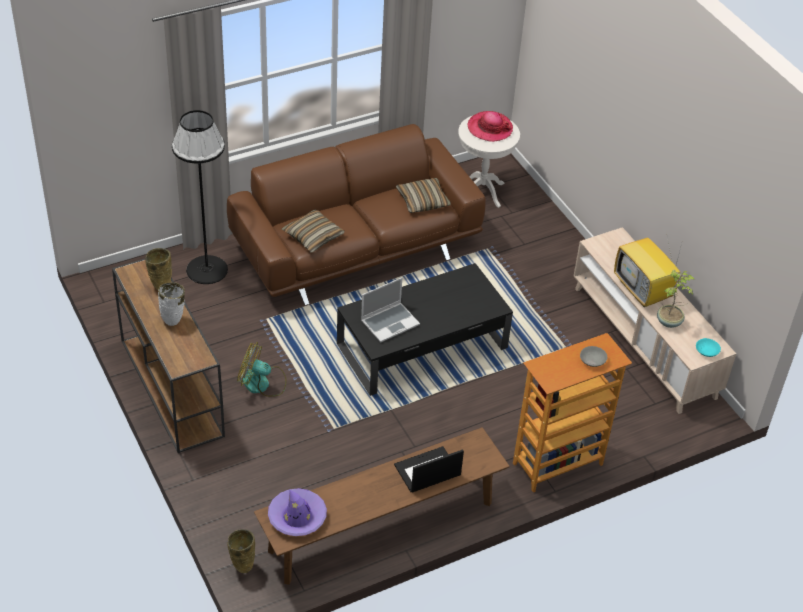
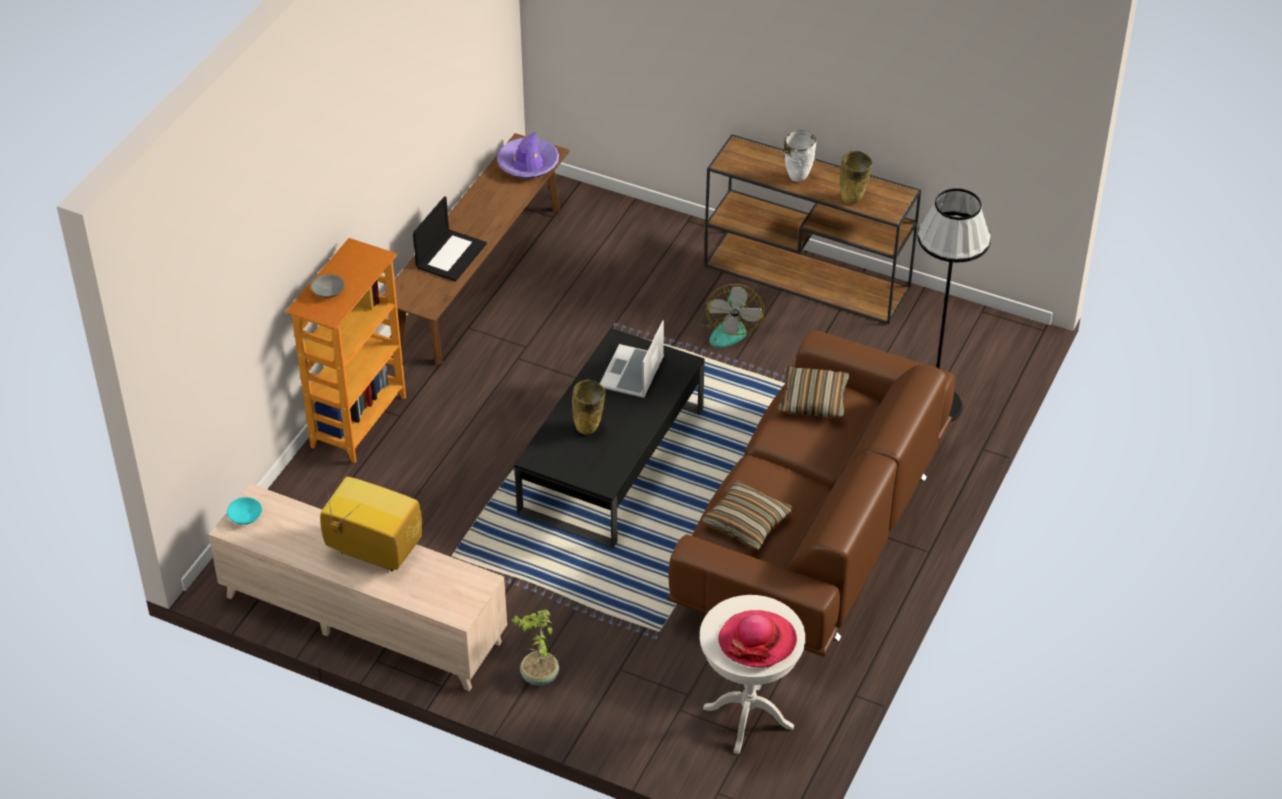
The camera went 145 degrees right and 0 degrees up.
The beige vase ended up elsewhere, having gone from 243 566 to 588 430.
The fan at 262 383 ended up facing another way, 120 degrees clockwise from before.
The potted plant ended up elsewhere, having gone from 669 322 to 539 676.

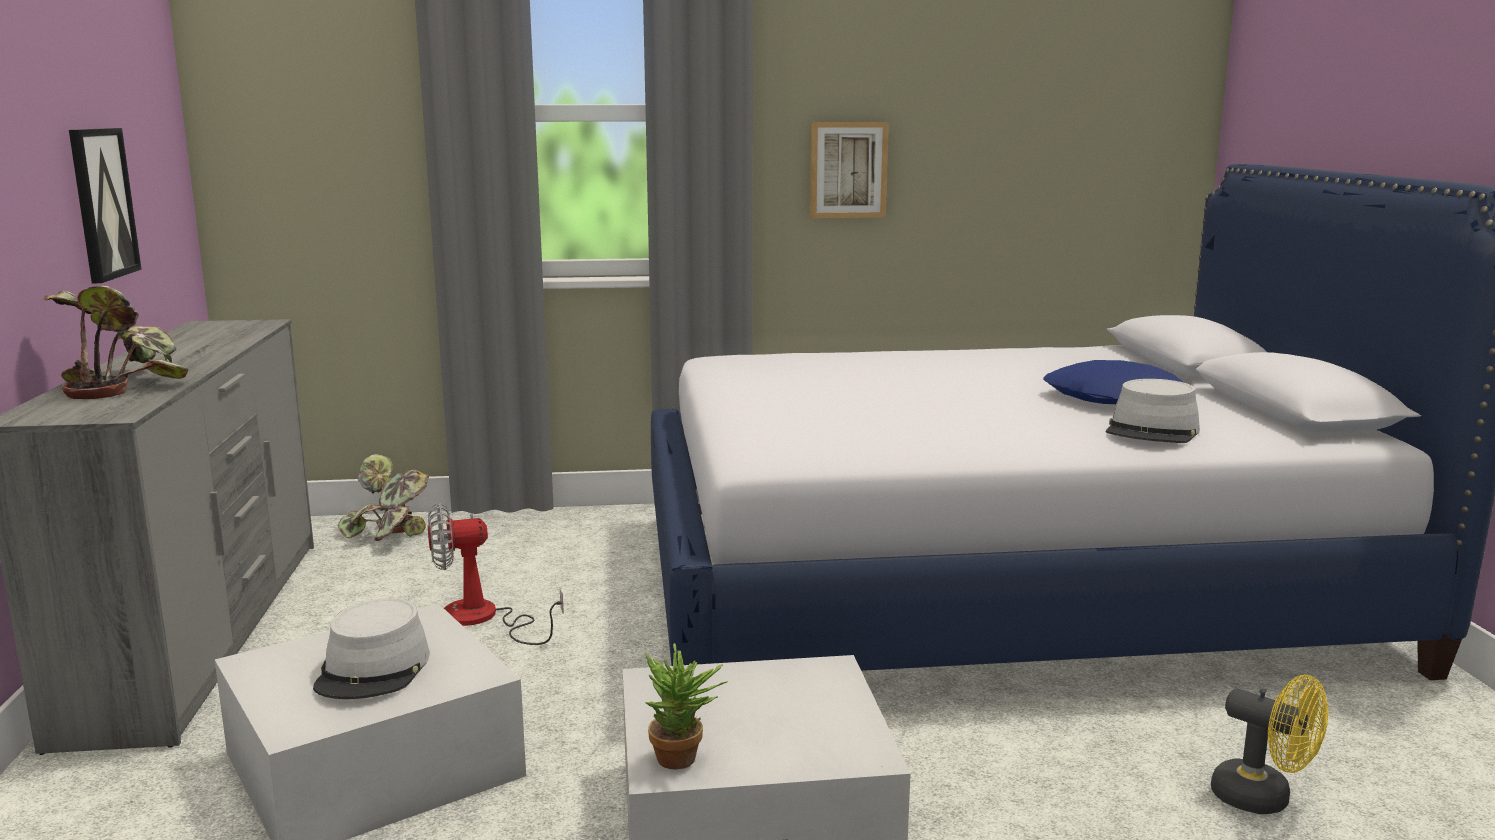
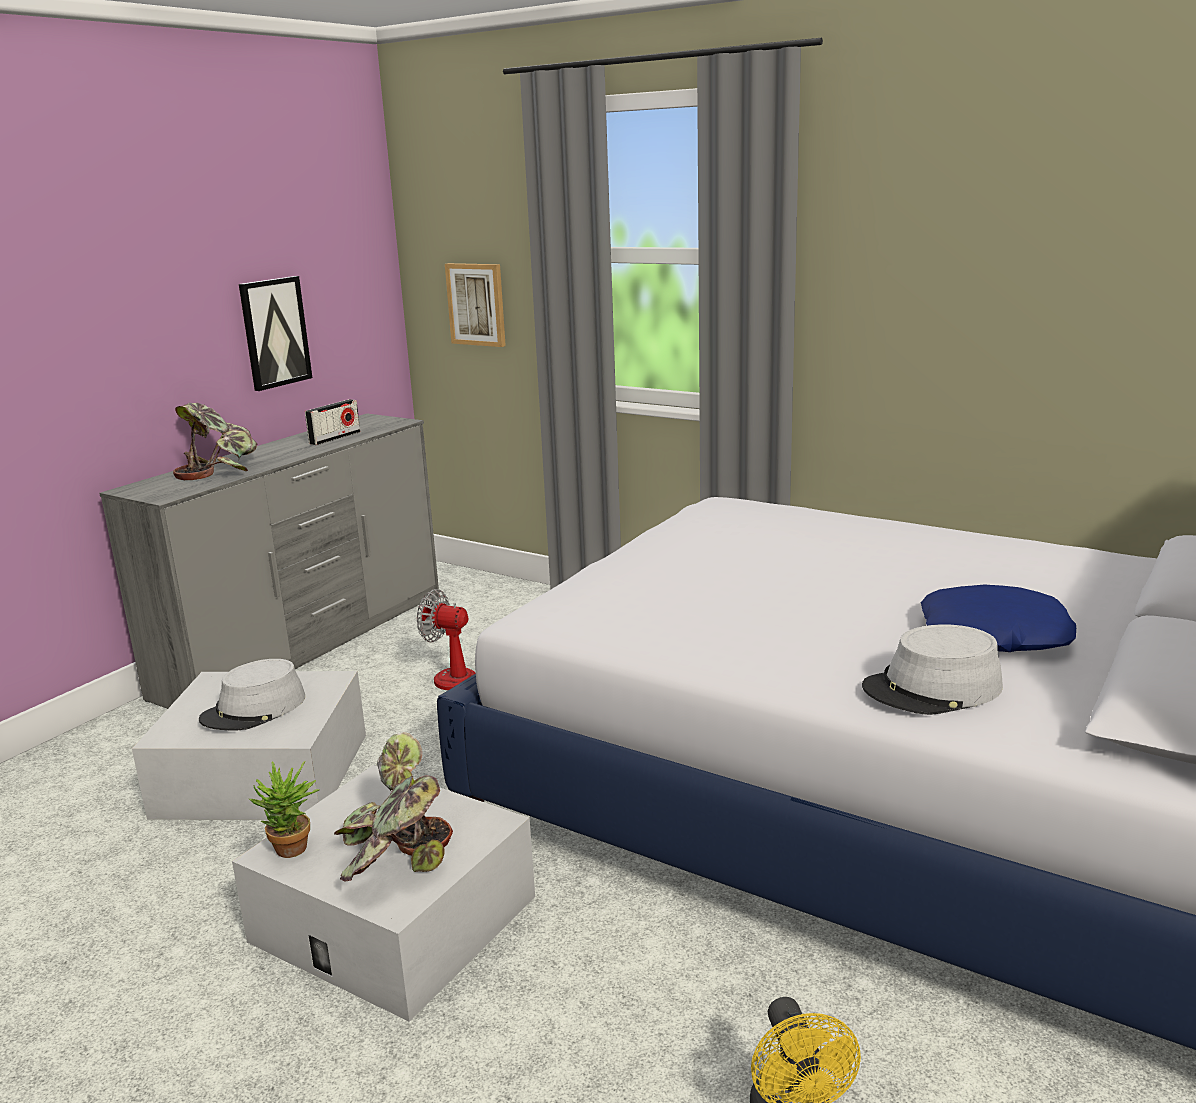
The camera went 40 degrees right and 5 degrees up.
The potted plant ended up elsewhere, having gone from 389 536 to 394 860.
The picture ended up elsewhere, having gone from 848 170 to 477 304.
The second view gained the radio at 335 438.

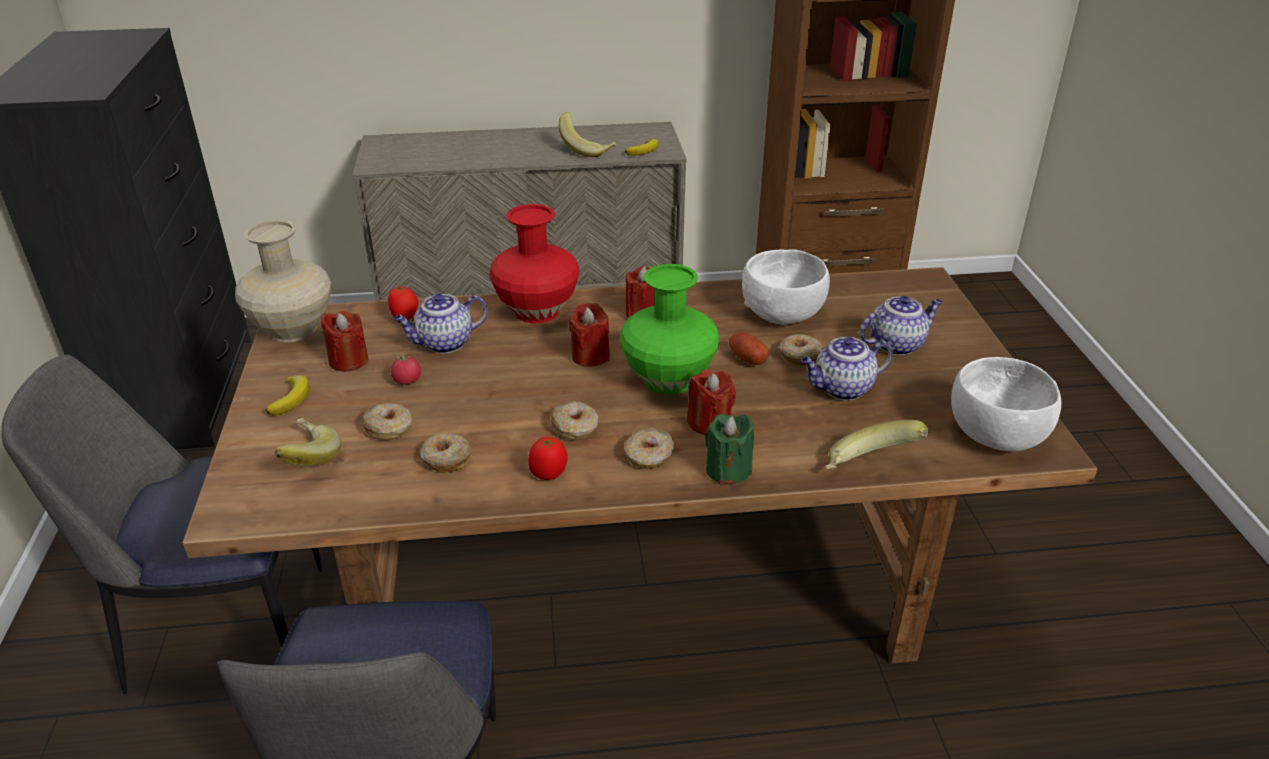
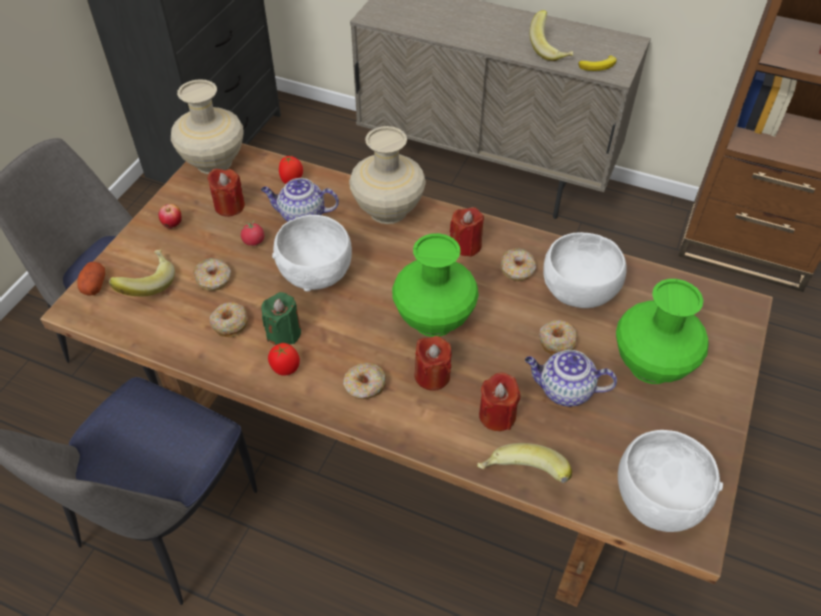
The camera went 30 degrees right and 15 degrees up.
Where the banana stood at 291 398, the apple came to stand at 173 225.
What was the red vase at 535 311 turned into the beige vase at 387 210.
The donut ended up elsewhere, having gone from 575 427 to 517 269.
The red candle ended up elsewhere, having gone from 590 356 to 497 415.
The green candle ended up elsewhere, having gone from 728 470 to 284 333.
The potato ended up elsewhere, having gone from 747 358 to 94 285.
Where the teapot stood at 896 344, the green vase came to stand at 651 365.
The second view gained the white bowl at 315 272.

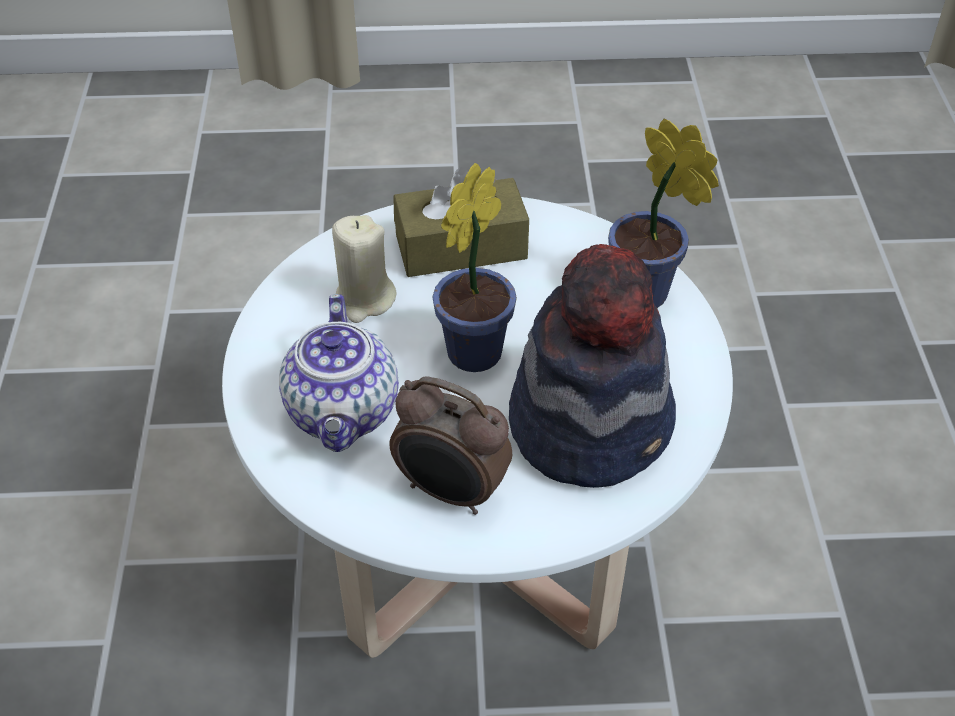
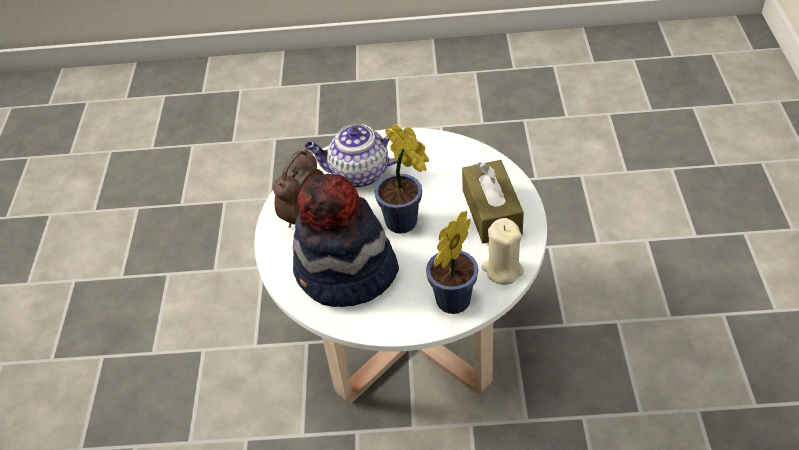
The camera went 95 degrees right and 0 degrees up.
The beige candle ended up elsewhere, having gone from 363 300 to 502 270.

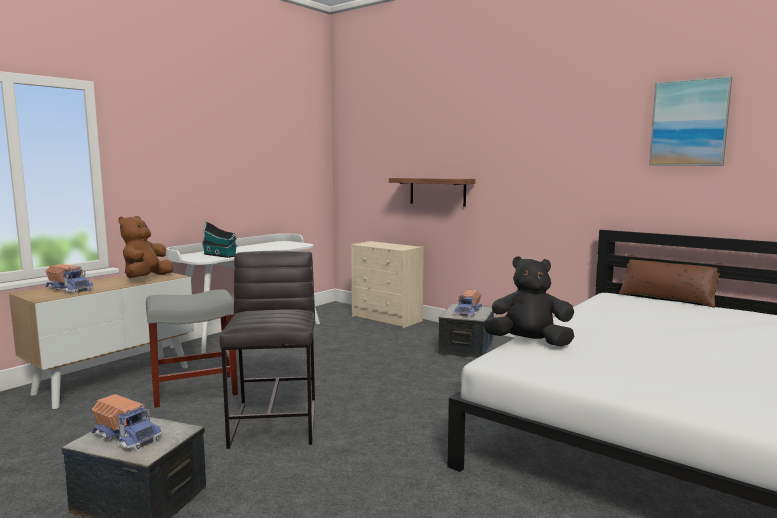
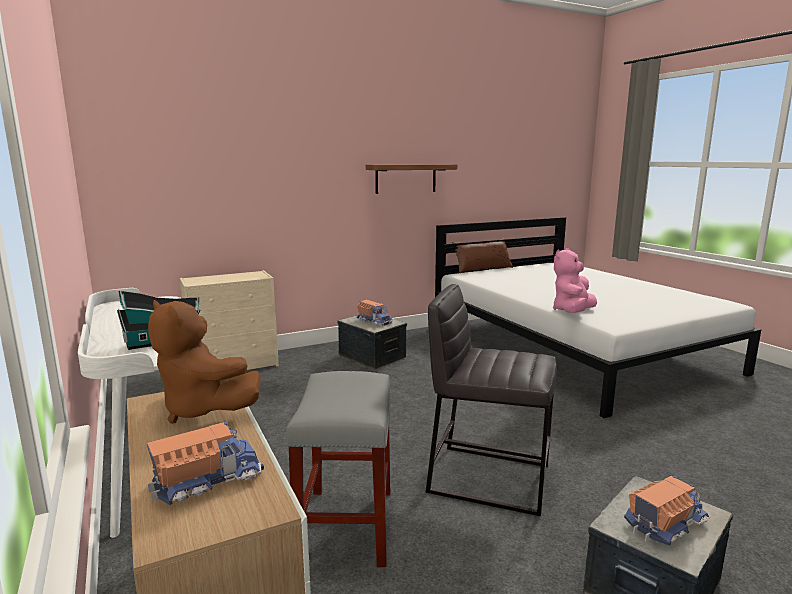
The camera went 65 degrees left and 5 degrees up.
The shelf ended up elsewhere, having gone from 437 191 to 406 178.
What was the black plush toy at 529 343 turned into the pink plush toy at 572 312.
The second view lost the picture at 689 123.

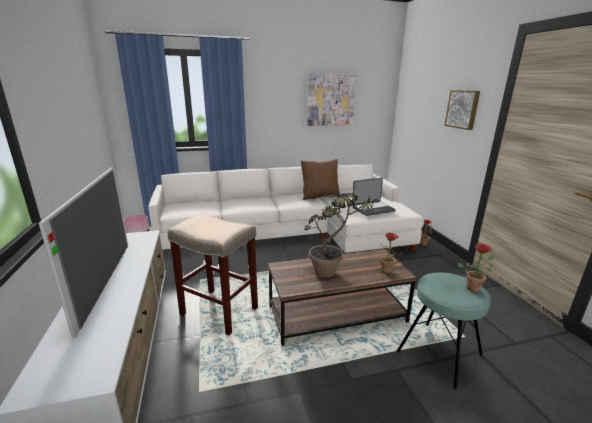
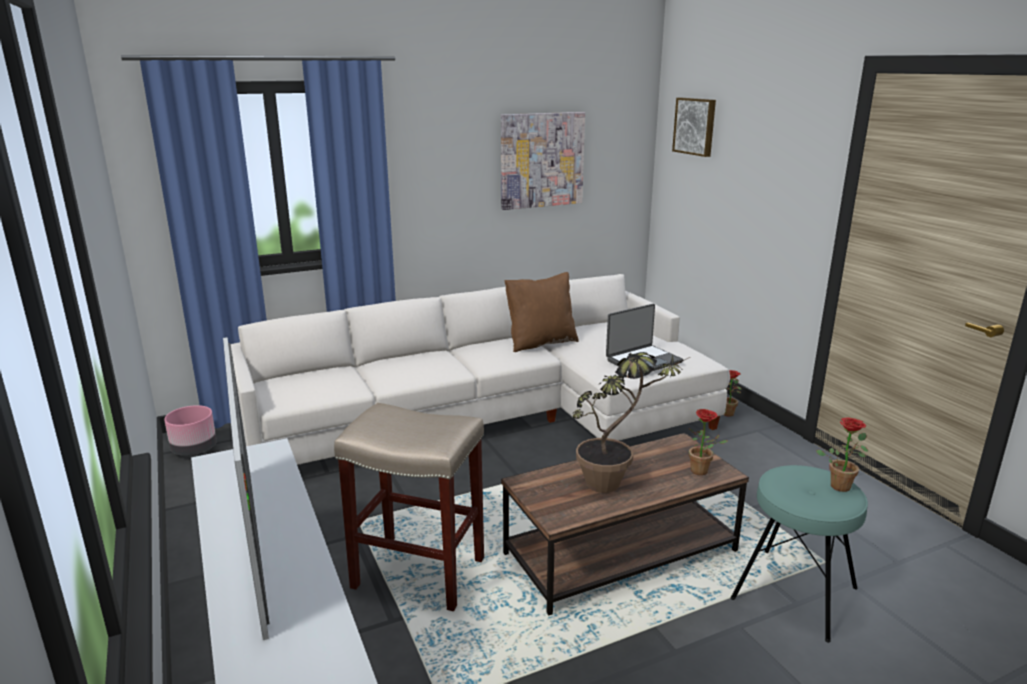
The camera went 10 degrees left and 0 degrees up.
The picture ended up elsewhere, having gone from 462 109 to 695 126.

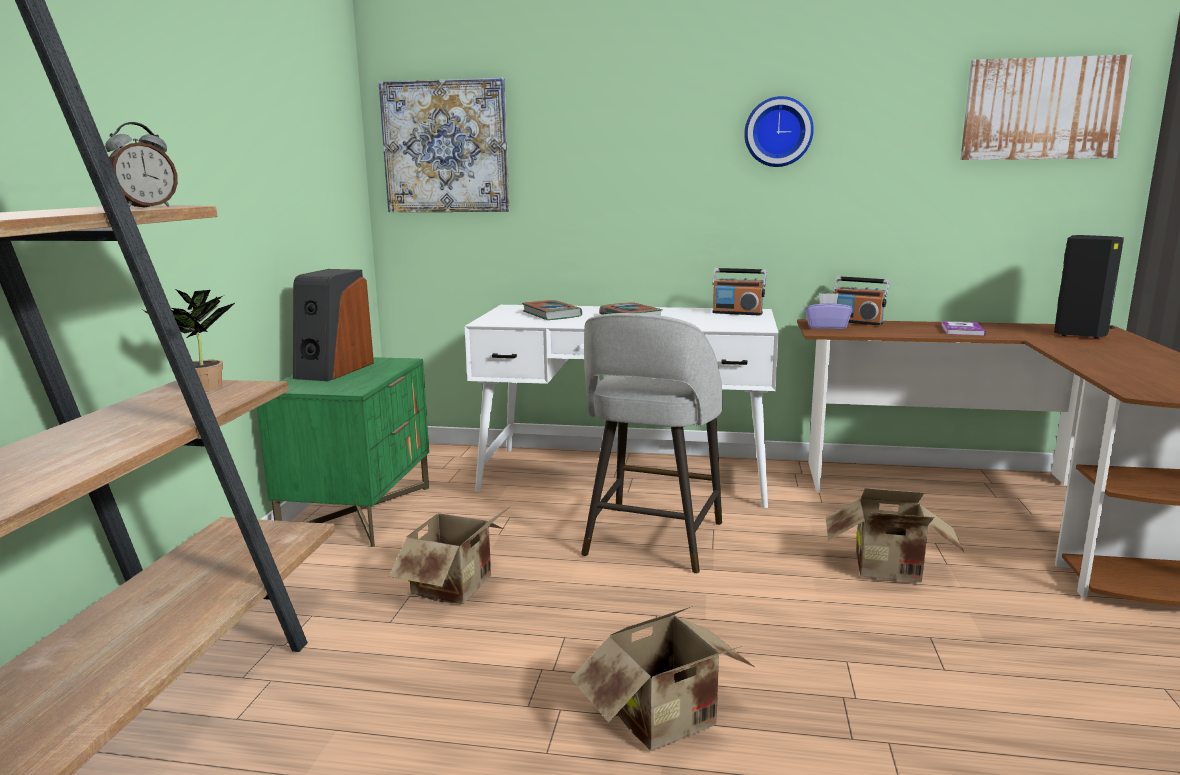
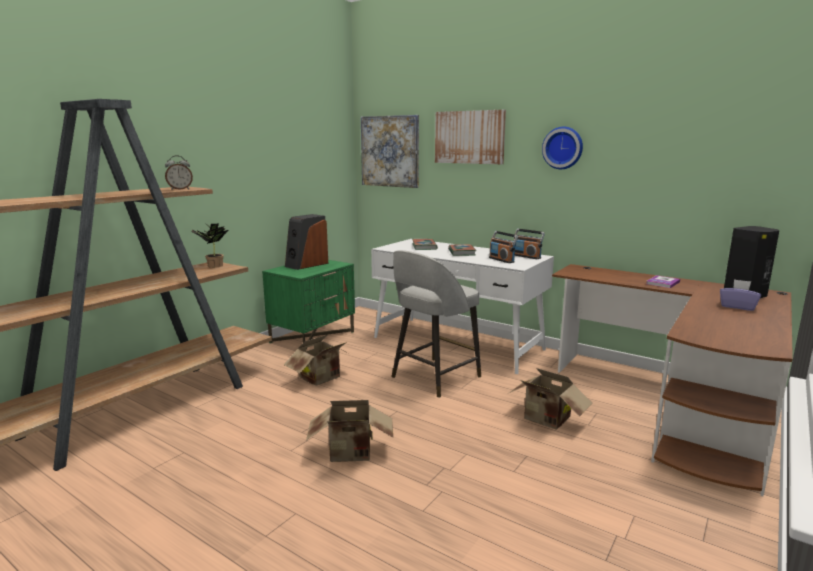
The camera went 25 degrees right and 0 degrees up.
The purple tissue box ended up elsewhere, having gone from 826 327 to 737 306.
The radio ended up elsewhere, having gone from 857 322 to 501 260.
The picture ended up elsewhere, having gone from 1041 109 to 469 137.

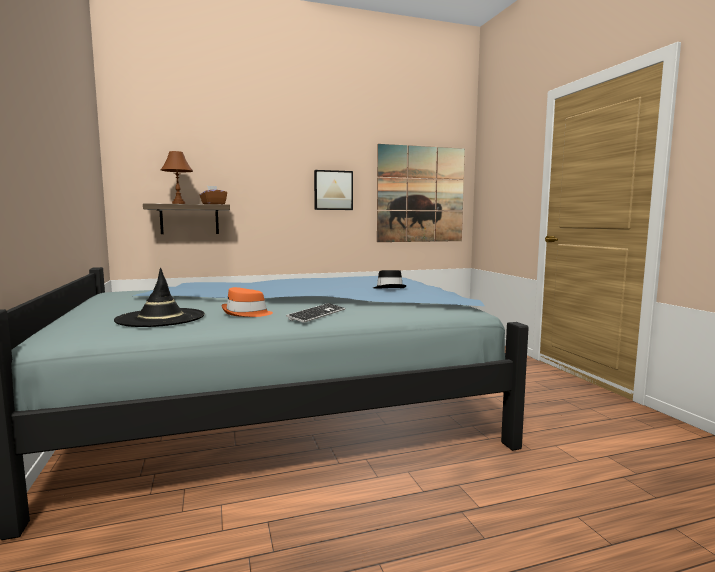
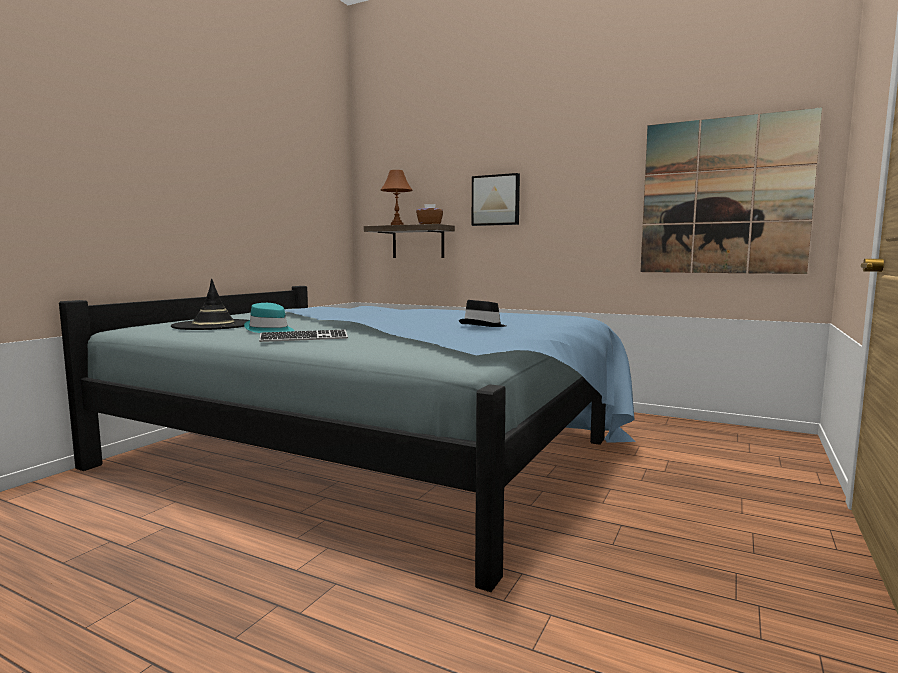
The camera went 45 degrees right and 0 degrees up.
What was the orange hat at 246 313 turned into the turquoise hat at 270 330.
The picture ended up elsewhere, having gone from 333 190 to 496 200.

